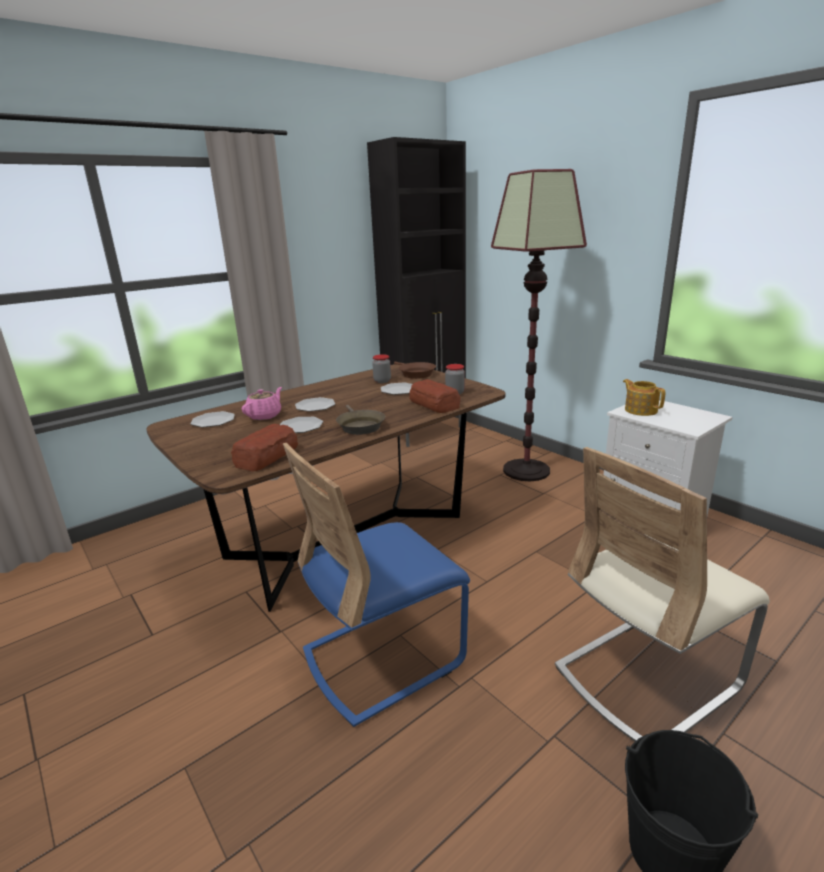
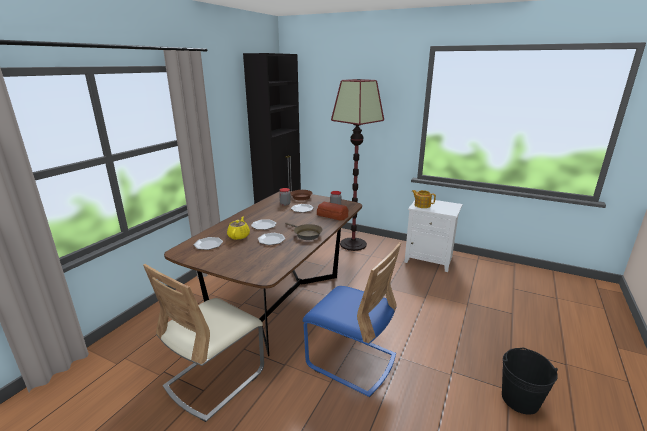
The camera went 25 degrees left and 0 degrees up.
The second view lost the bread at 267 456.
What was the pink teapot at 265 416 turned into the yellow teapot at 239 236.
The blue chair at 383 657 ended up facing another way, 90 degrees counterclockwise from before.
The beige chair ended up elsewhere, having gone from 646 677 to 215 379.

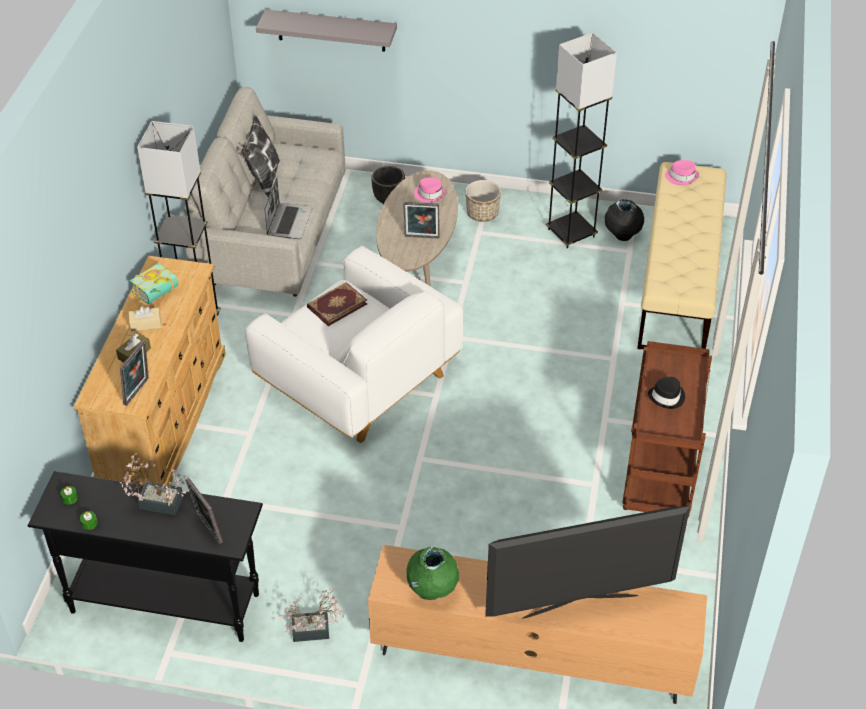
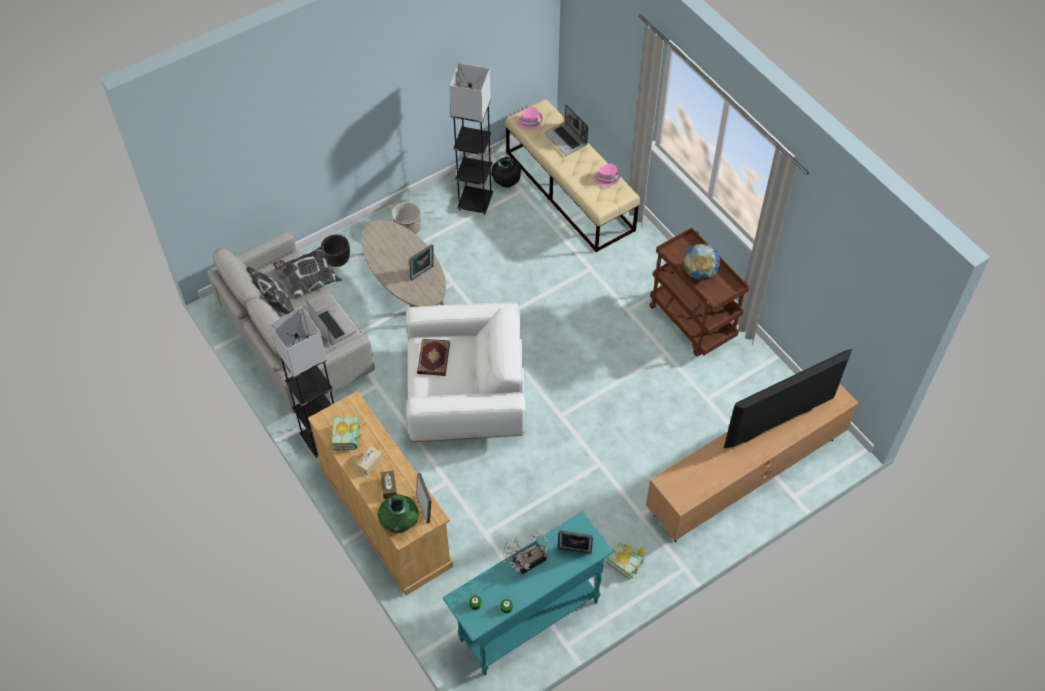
The camera went 45 degrees left and 10 degrees up.
What was the black console table at 164 602 turned into the turquoise console table at 528 621.
The second view lost the grey shelf at 331 30.
Where the potted plant stood at 315 630, the book came to stand at 626 561.
The green vase ended up elsewhere, having gone from 432 591 to 399 524.
The pink hat ended up elsewhere, having gone from 430 194 to 606 177.
The television at 579 605 ended up facing another way, 150 degrees counterclockwise from before.
Where the black hat stood at 667 397, the globe came to stand at 699 273.
The second view gained the pillow at 309 279.
The second view gained the laptop at 566 139.

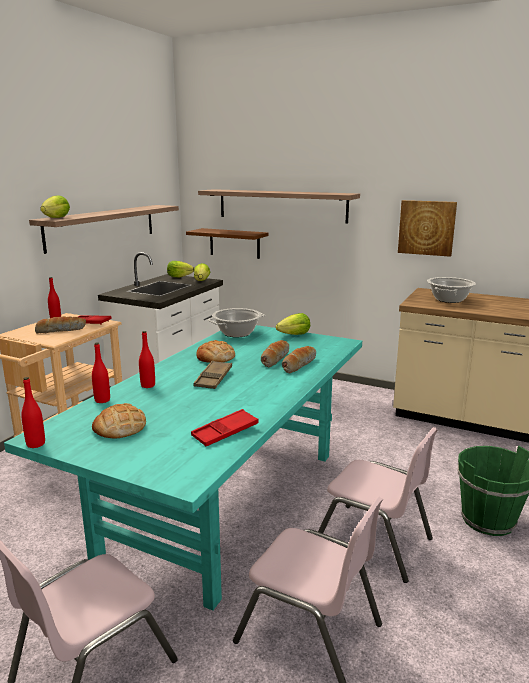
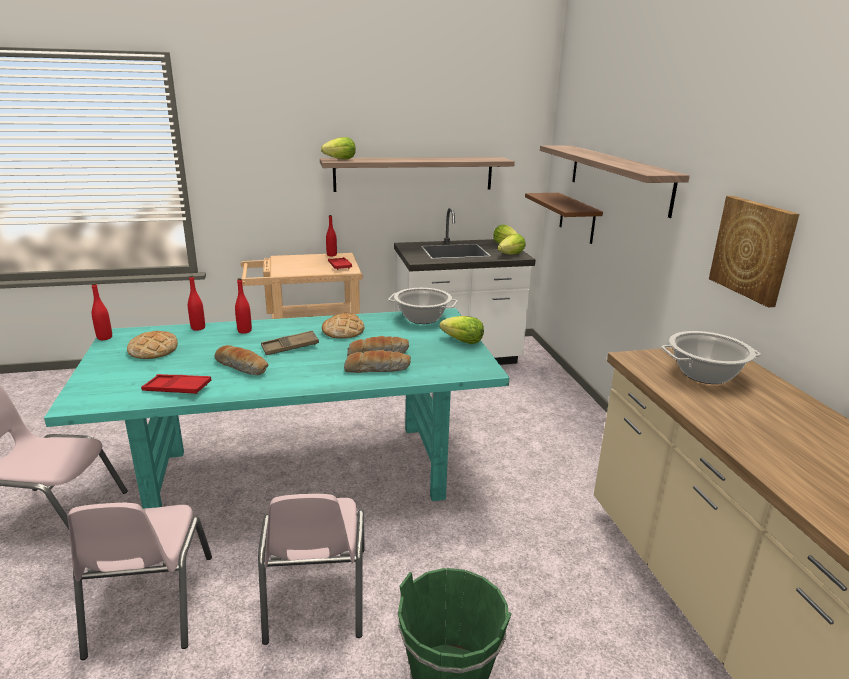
The camera went 50 degrees right and 5 degrees up.
The bread ended up elsewhere, having gone from 61 330 to 243 367.

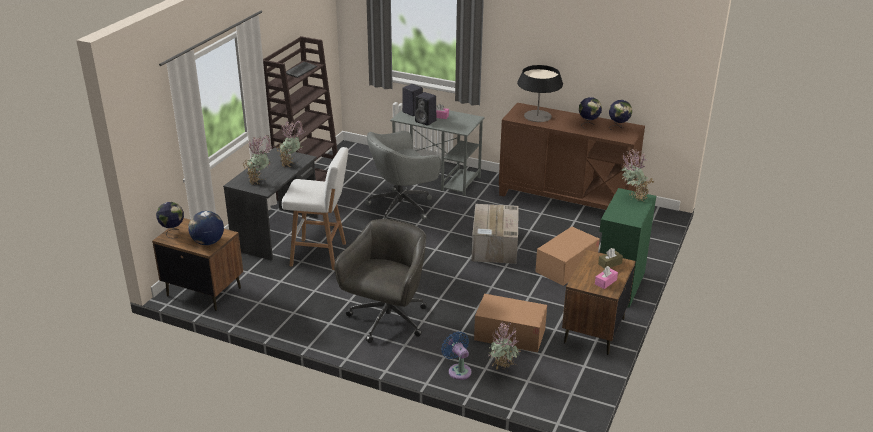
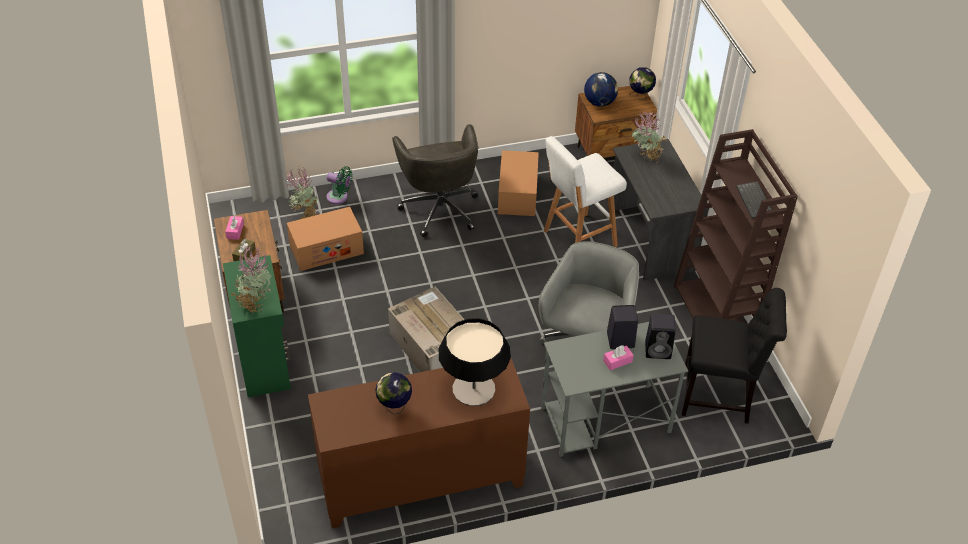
The camera went 140 degrees right and 15 degrees up.
The second view lost the potted plant at 292 165.
What was the blue fan at 458 370 turned into the green fan at 339 197.
The cardboard box ended up elsewhere, having gone from 566 266 to 517 194.
The second view lost the globe at 618 127.
The second view gained the black chair at 720 397.

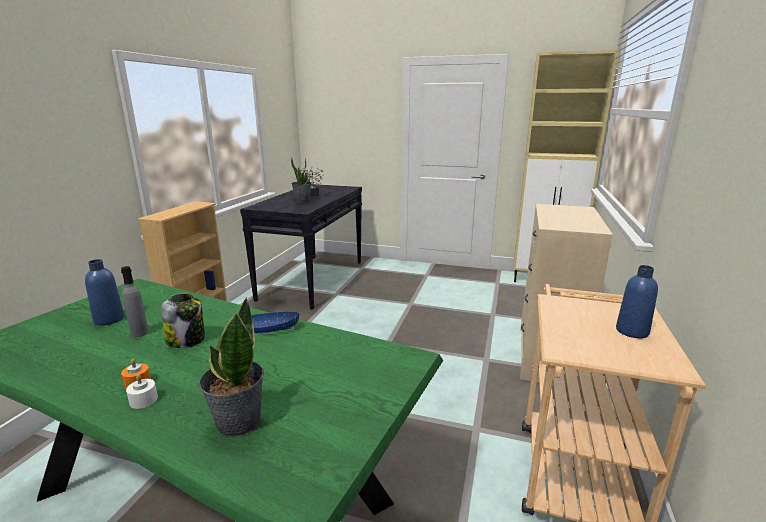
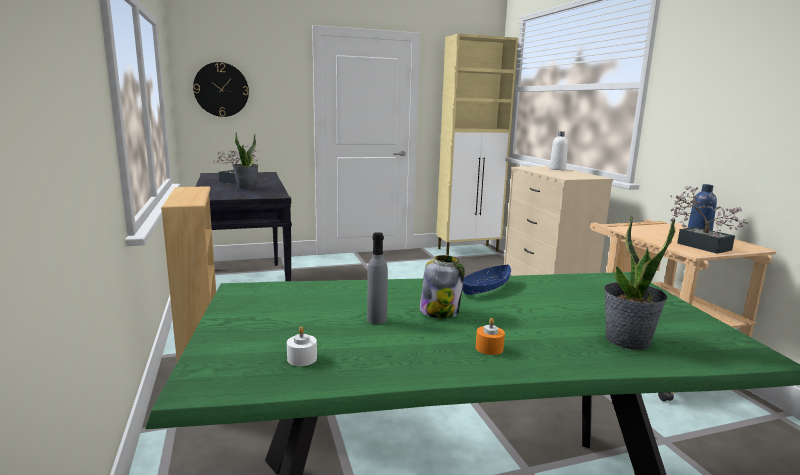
The camera went 35 degrees left and 5 degrees down.
The second view lost the blue bottle at 109 319.
The white candle ended up elsewhere, having gone from 143 400 to 302 358.
The second view gained the wall clock at 221 89.
The second view gained the white bottle at 557 169.
The second view gained the potted plant at 698 245.

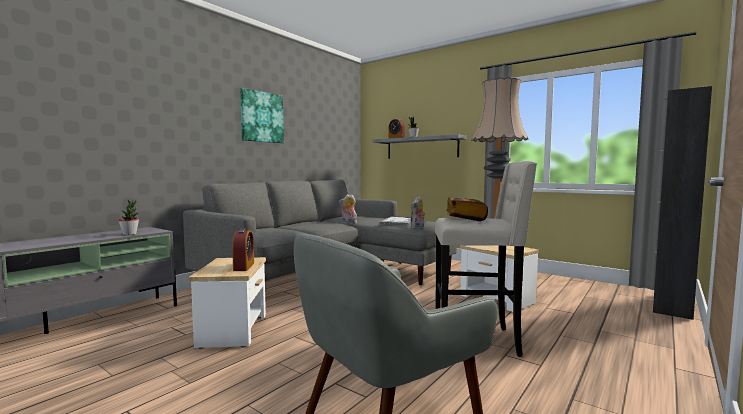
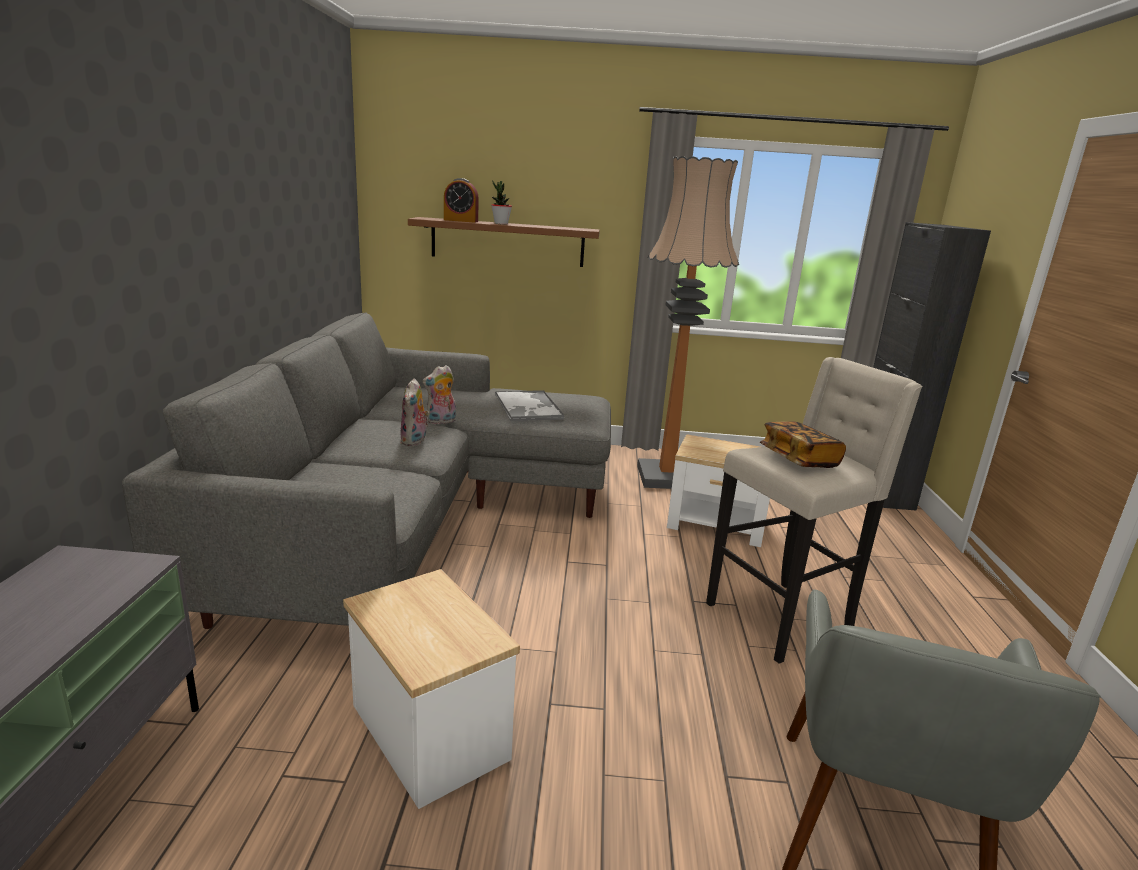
The camera went 35 degrees left and 15 degrees up.
The second view lost the potted plant at 129 234.
The second view lost the alarm clock at 244 267.
The second view lost the picture at 261 117.
What was the grey shelf at 421 148 turned into the brown shelf at 507 242.
The plush toy ended up elsewhere, having gone from 418 228 to 415 441.

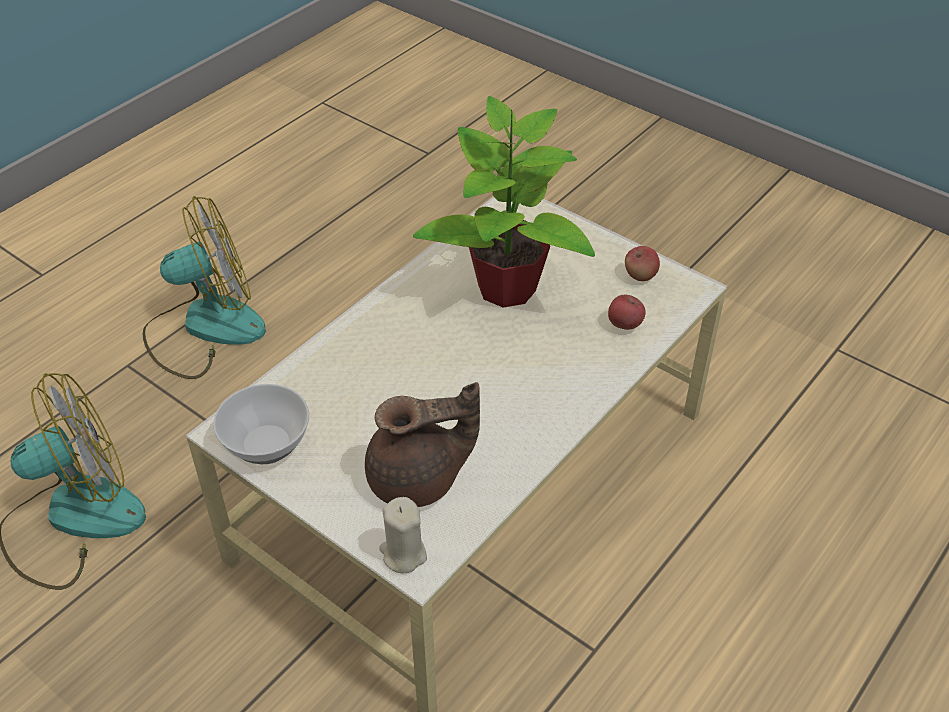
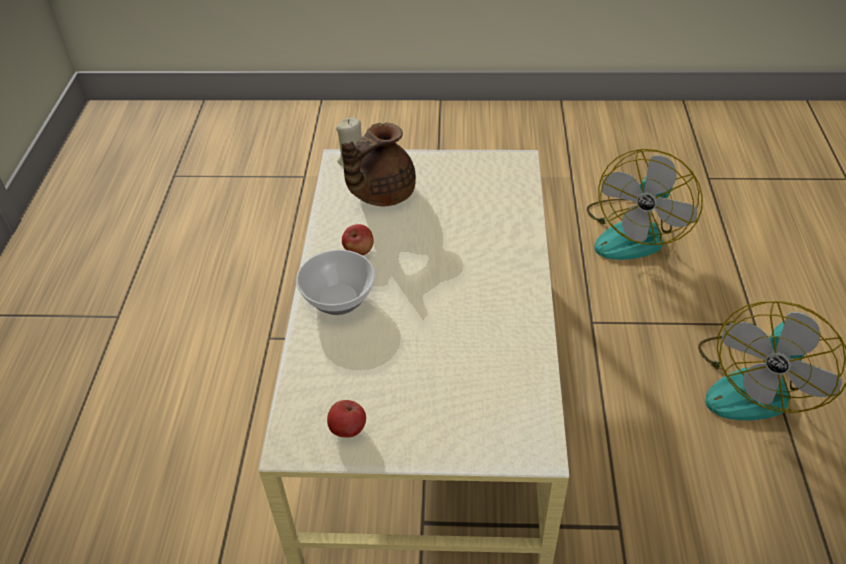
The camera went 145 degrees right and 0 degrees up.
The bowl ended up elsewhere, having gone from 267 445 to 337 299.
The second view lost the potted plant at 506 289.
The apple ended up elsewhere, having gone from 624 324 to 359 251.

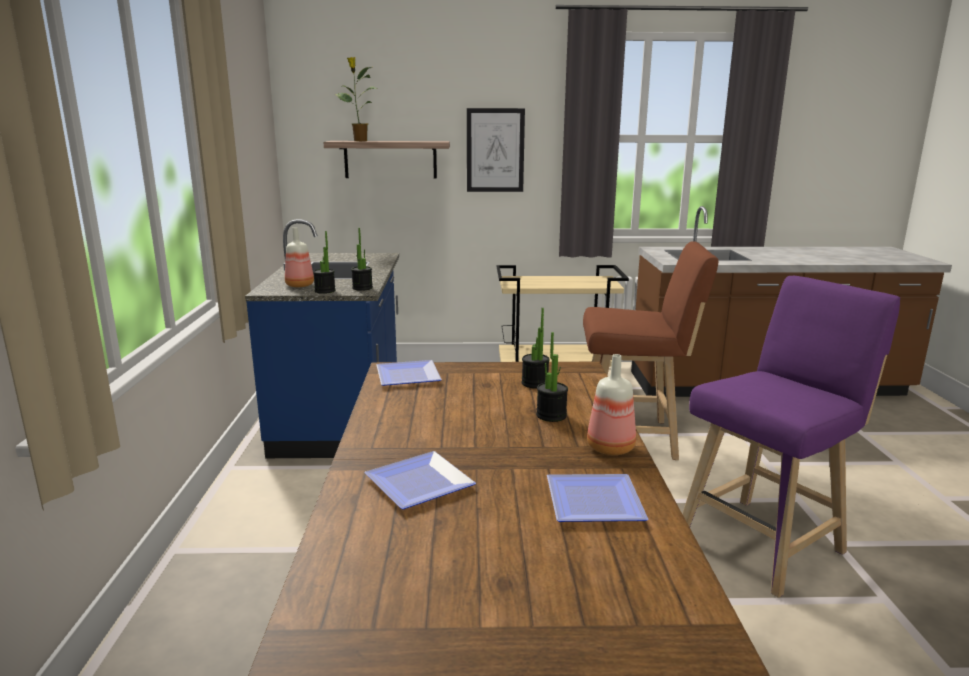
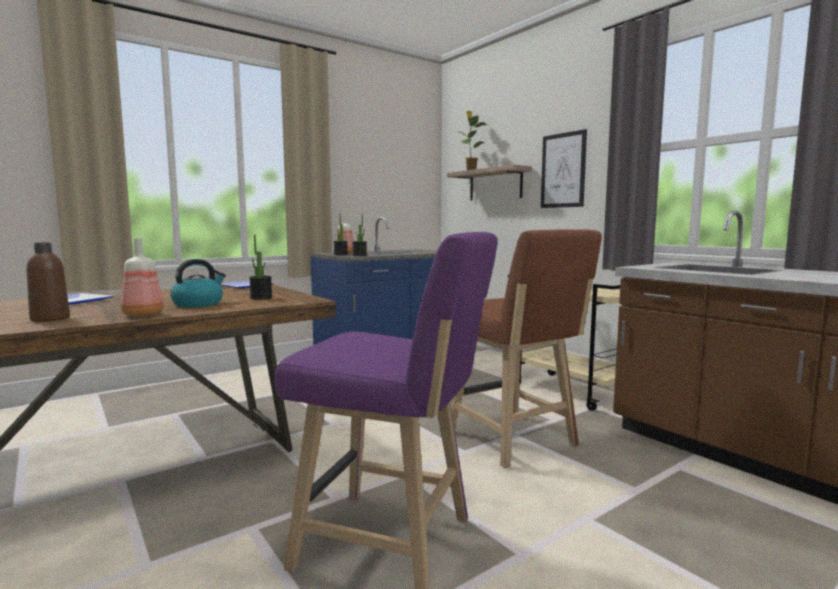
The camera went 55 degrees right and 10 degrees down.
Where the potted plant stood at 551 415, the kettle came to stand at 198 304.
Where the plate stood at 590 500, the brown bottle came to stand at 50 319.

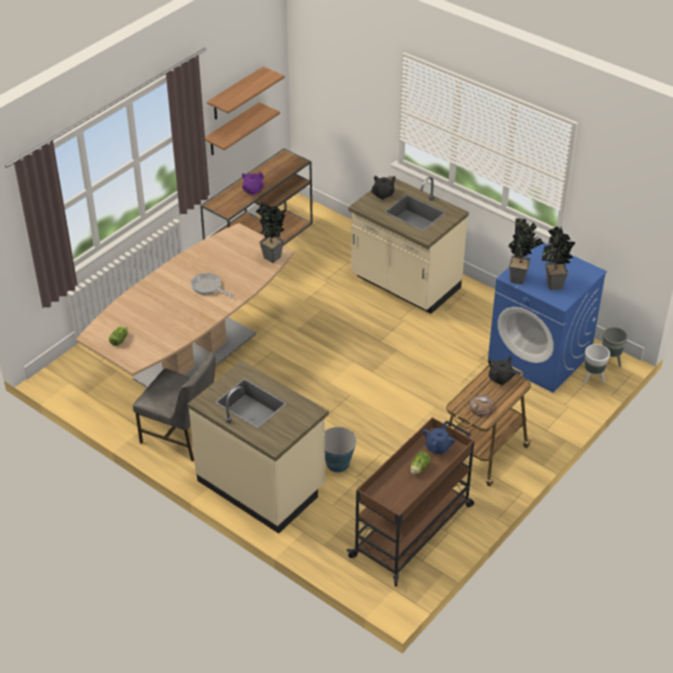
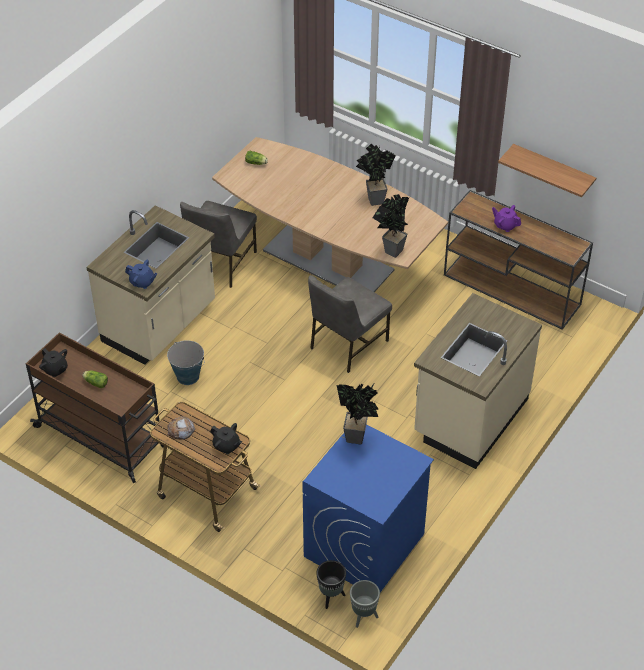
The camera went 85 degrees right and 5 degrees up.
The second view lost the frying pan at 208 287.
The second view lost the shelf at 236 94.
The black teapot ended up elsewhere, having gone from 383 194 to 55 369.
The blue teapot ended up elsewhere, having gone from 438 447 to 142 282.
The potted plant ended up elsewhere, having gone from 553 287 to 372 200.
What was the white planter at 592 379 turned into the black planter at 330 597.
The second view gained the grey chair at 347 344.

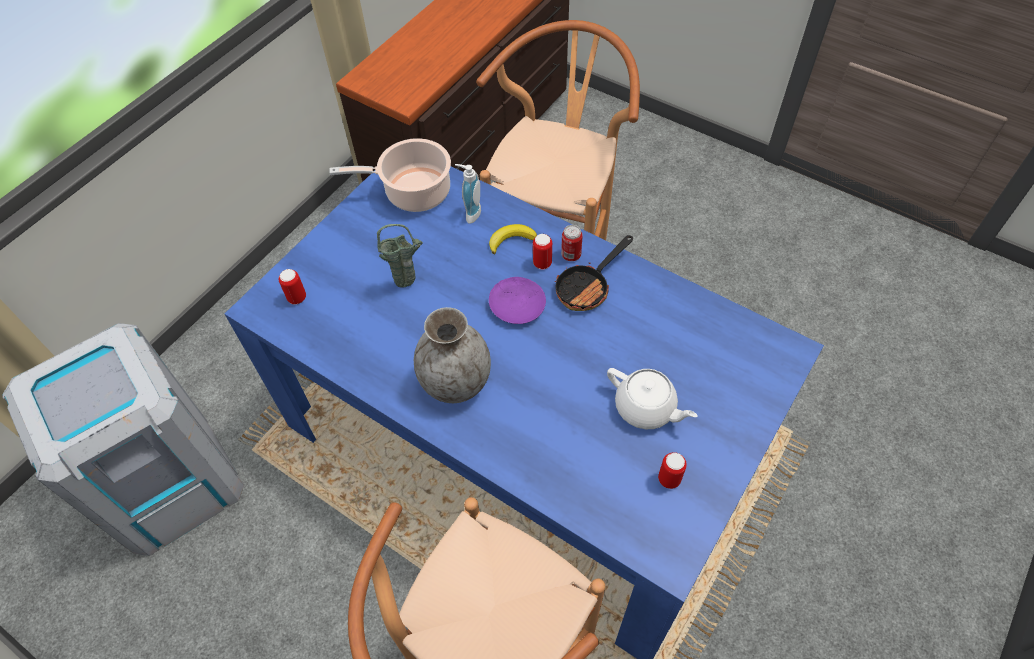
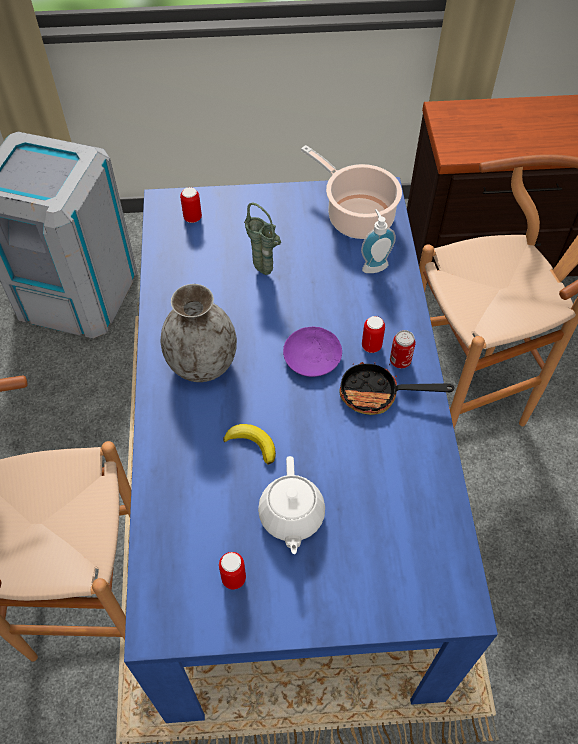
The camera went 50 degrees right and 0 degrees up.
The banana ended up elsewhere, having gone from 511 240 to 252 444.

